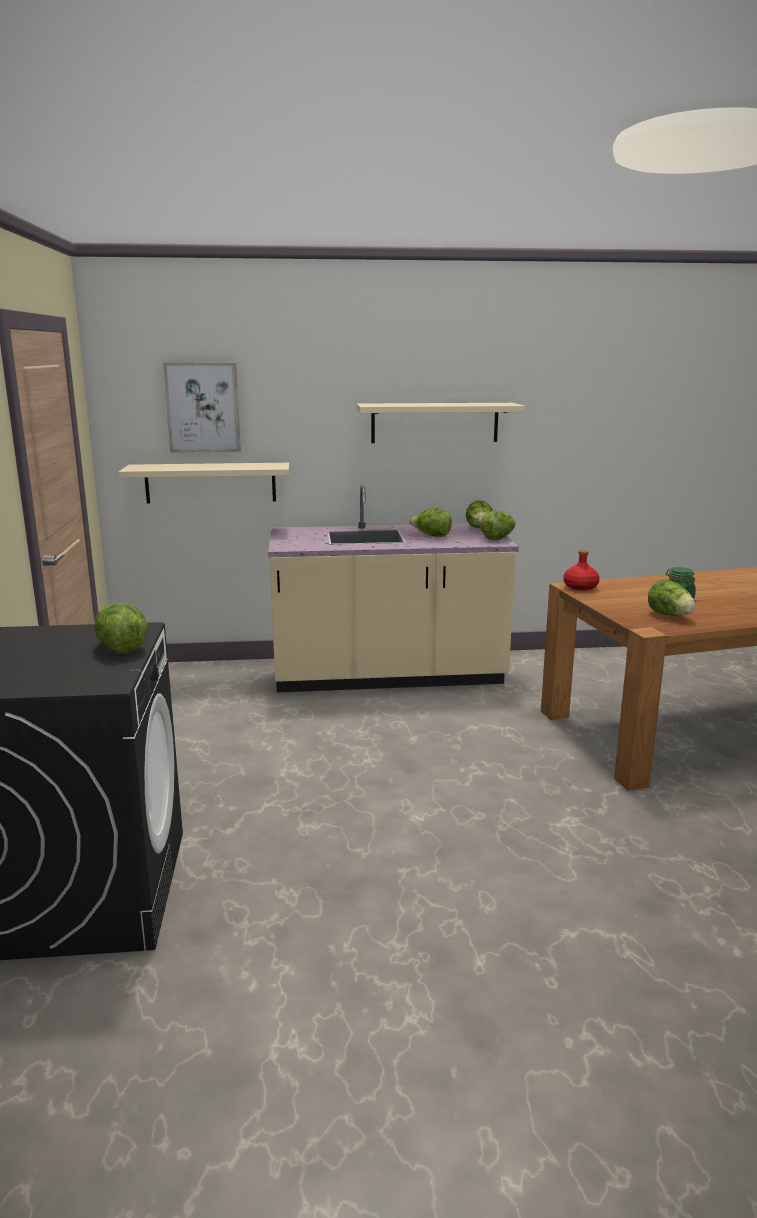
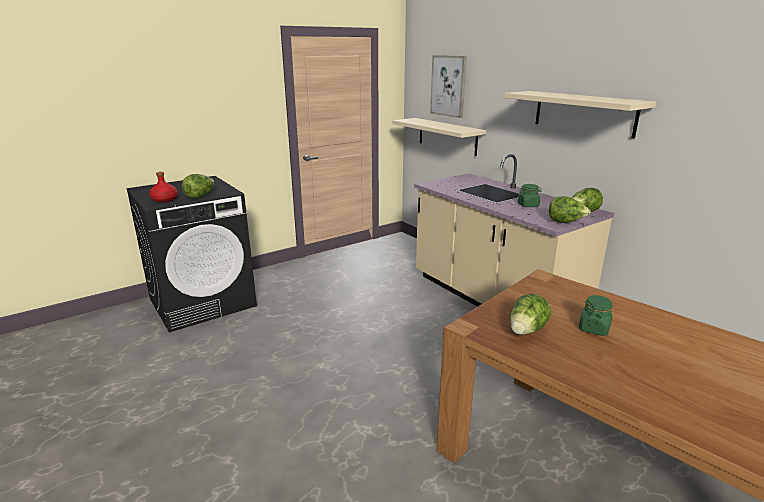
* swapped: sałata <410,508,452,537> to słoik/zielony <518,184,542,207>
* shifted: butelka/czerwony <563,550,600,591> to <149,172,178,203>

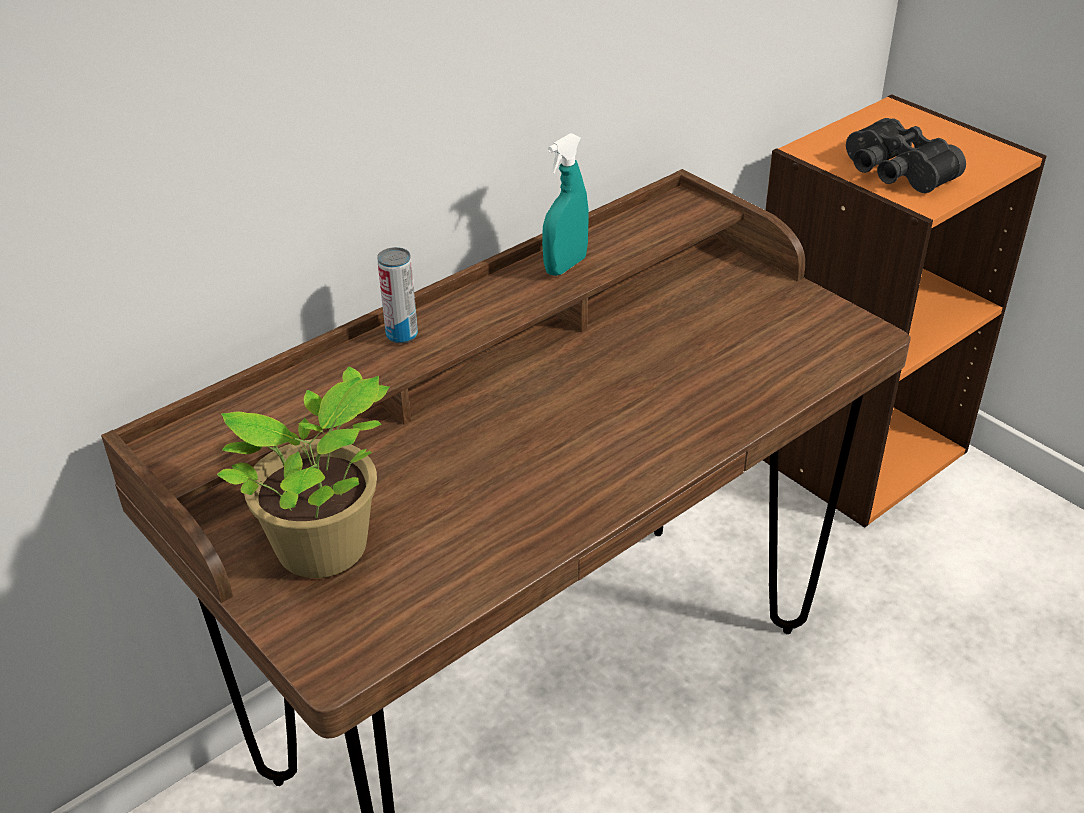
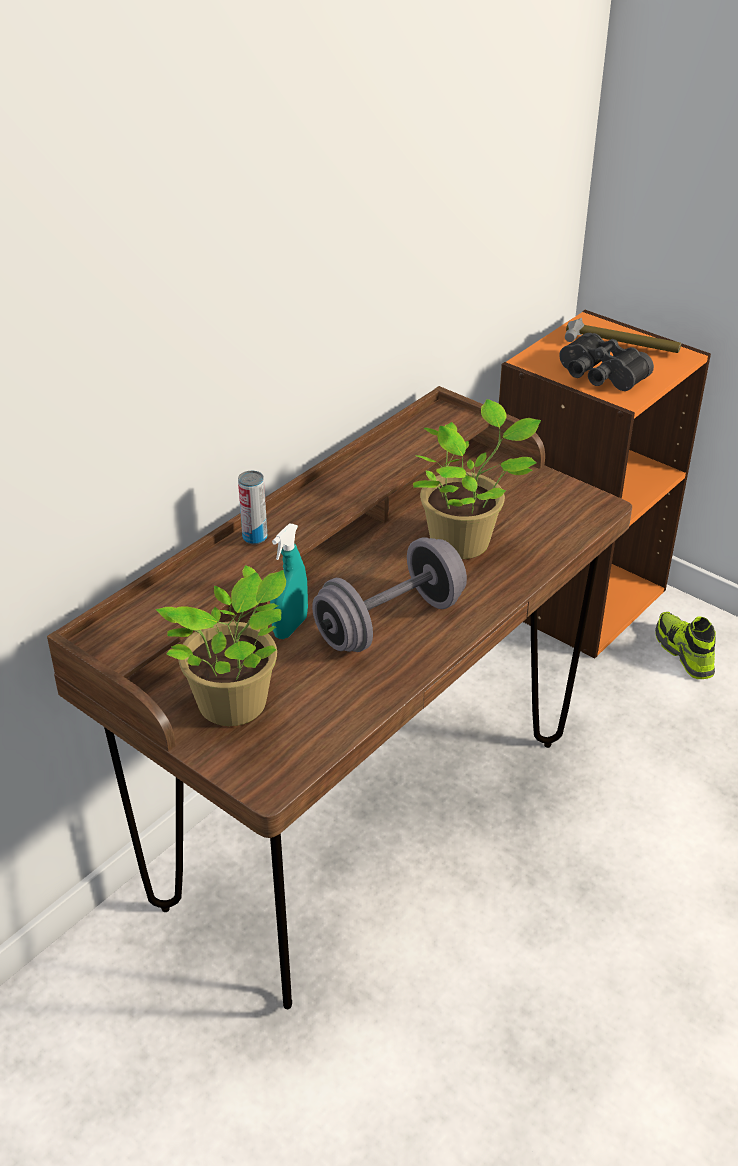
* shifted: spryskiwacz/turkusowy <542,133,589,276> to <270,524,308,639>
* new: hantel/szary <312,537,467,652>
* new: roślina doniczkowa <413,399,541,559>
* new: młotek <565,318,681,353>
* new: but <655,612,716,679>

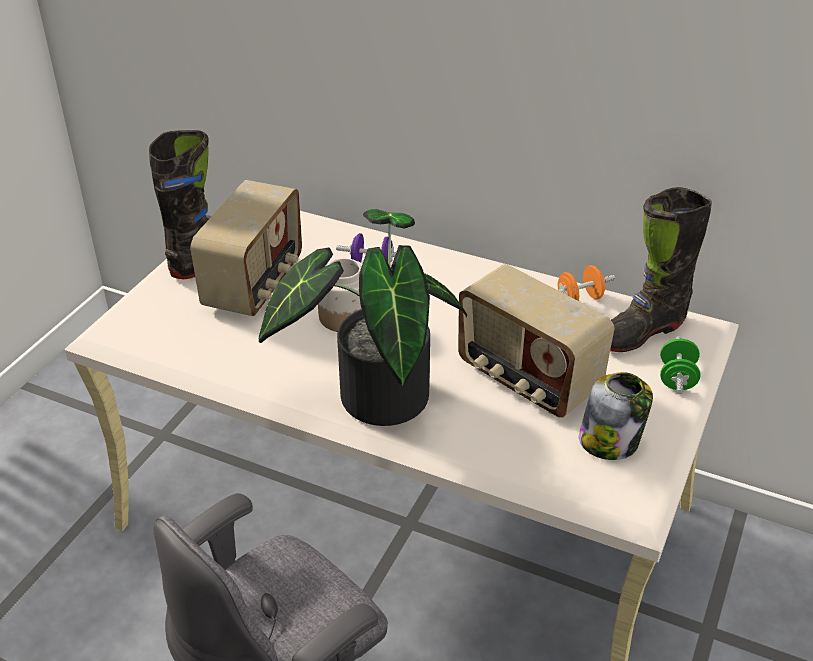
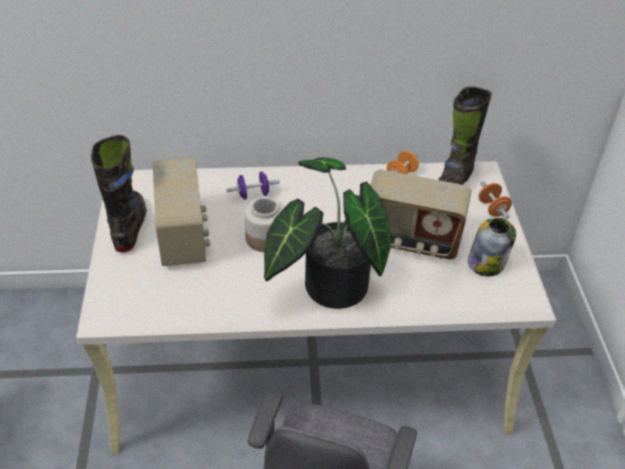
* repainted: hantel/zielony <660,336,701,394> to hantel/pomarańczowy <479,182,512,219>

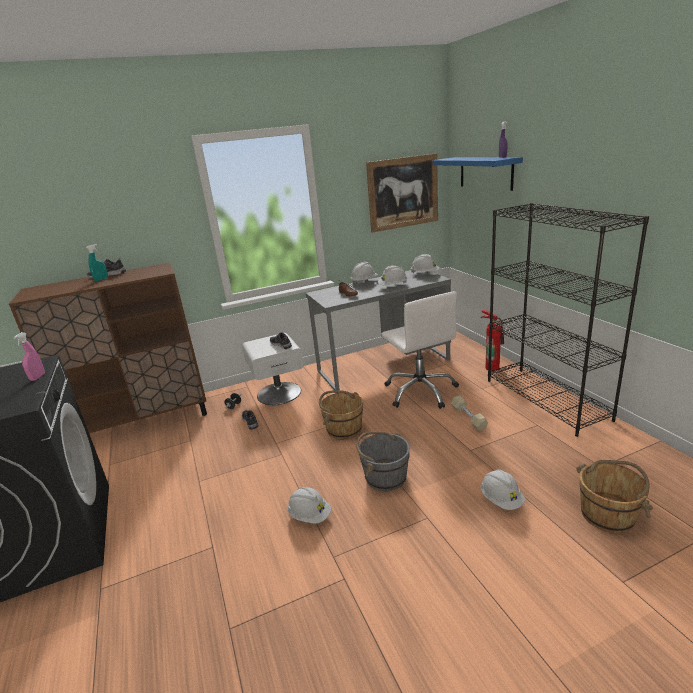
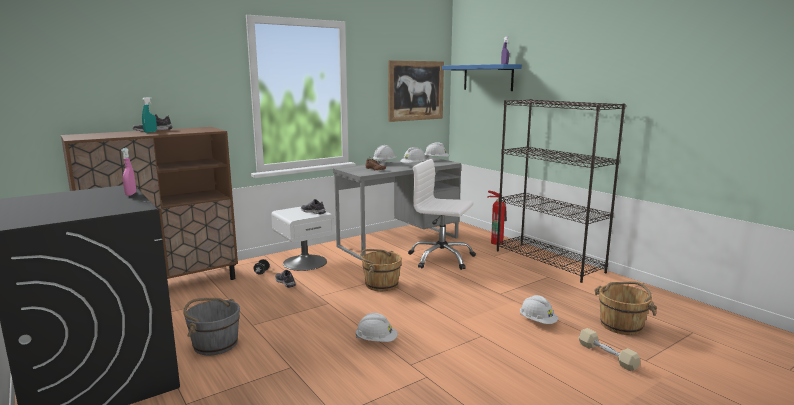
* shifted: wiadro/szary <356,431,410,491> to <183,298,240,355>
* rotated: krzesło biurowe/biały <381,291,459,409> = <408,159,476,270> 150 degrees clockwise
* shifted: hantel/beżowy <451,396,488,431> to <579,328,641,371>

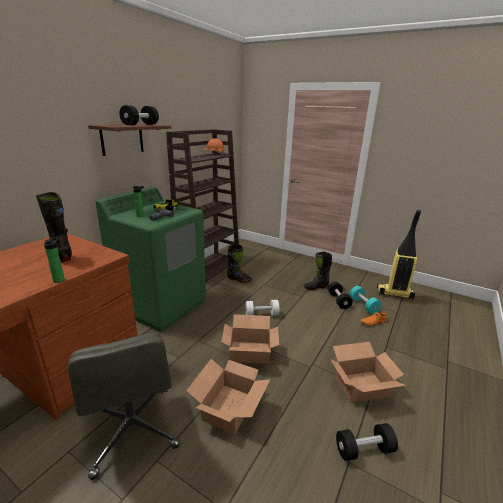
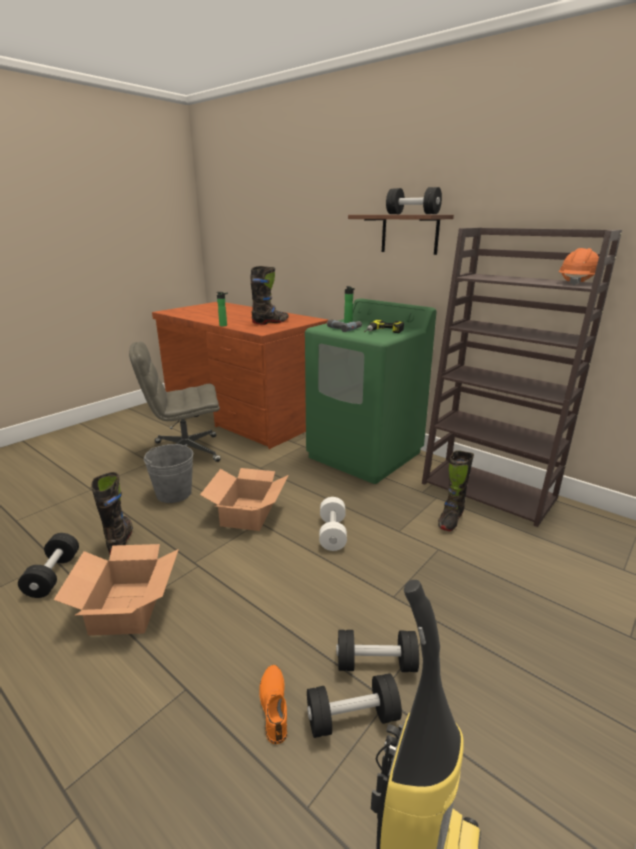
* swapped: karton <186,359,270,434> to wiadro/szary <144,444,193,503>
* shifted: but z cholewką/czarny <304,252,332,290> to <91,472,133,554>
* repainted: hantel/turkusowy <350,286,381,314> to hantel/czarny <307,673,402,738>

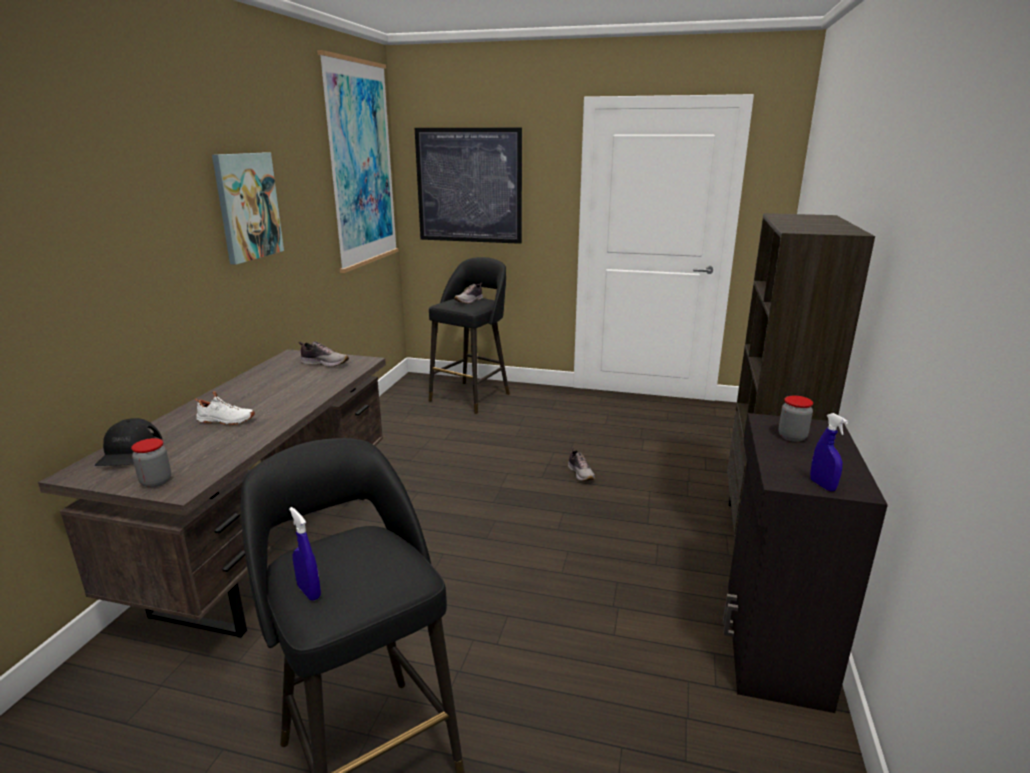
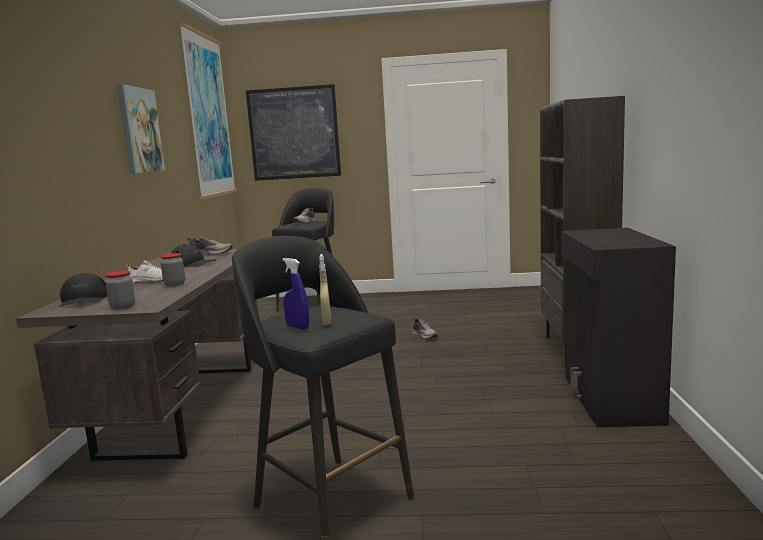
* shifted: słoik <779,396,813,442> to <160,253,185,287>
* gone: spryskiwacz/niebieski <810,413,848,491>
* new: czapka z daszkiem/czarny <171,244,216,267>
* new: spryskiwacz/beżowy <319,254,331,325>

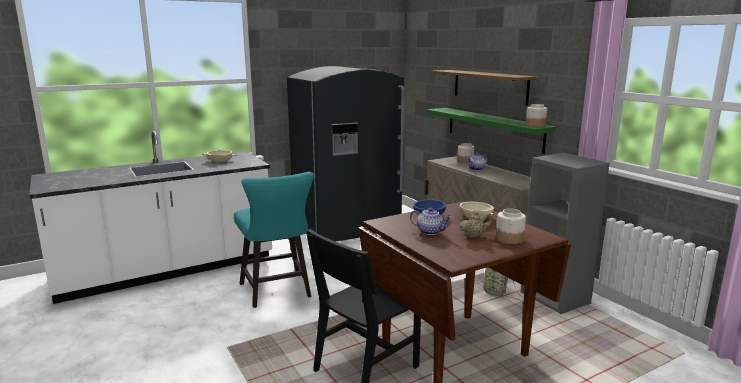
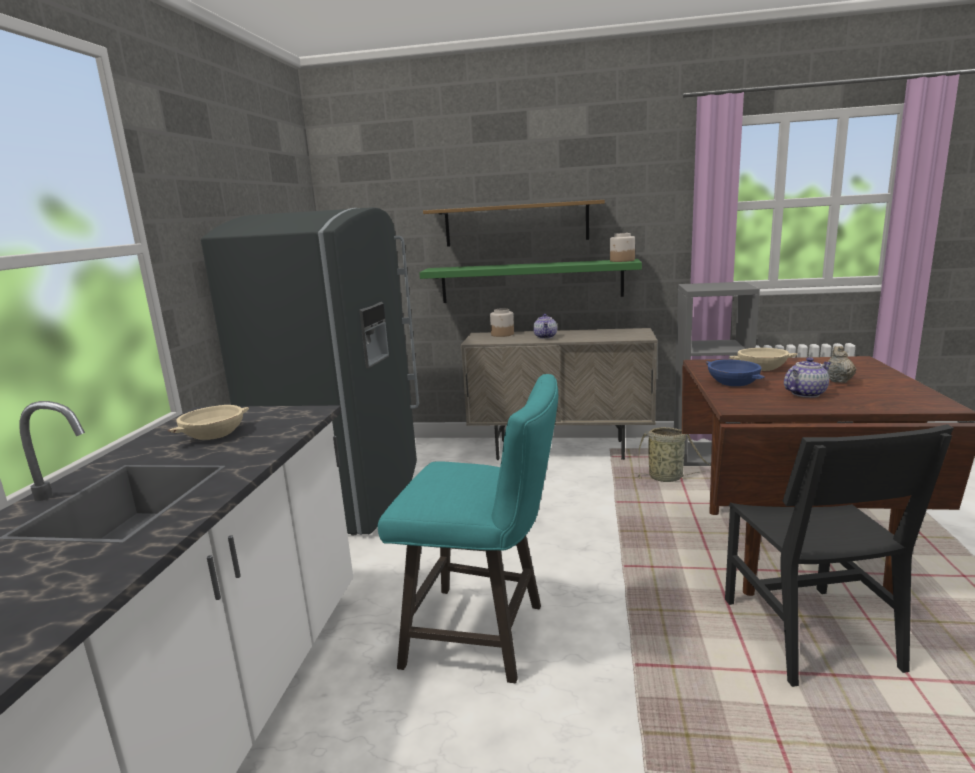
* gone: słoik <496,209,526,244>

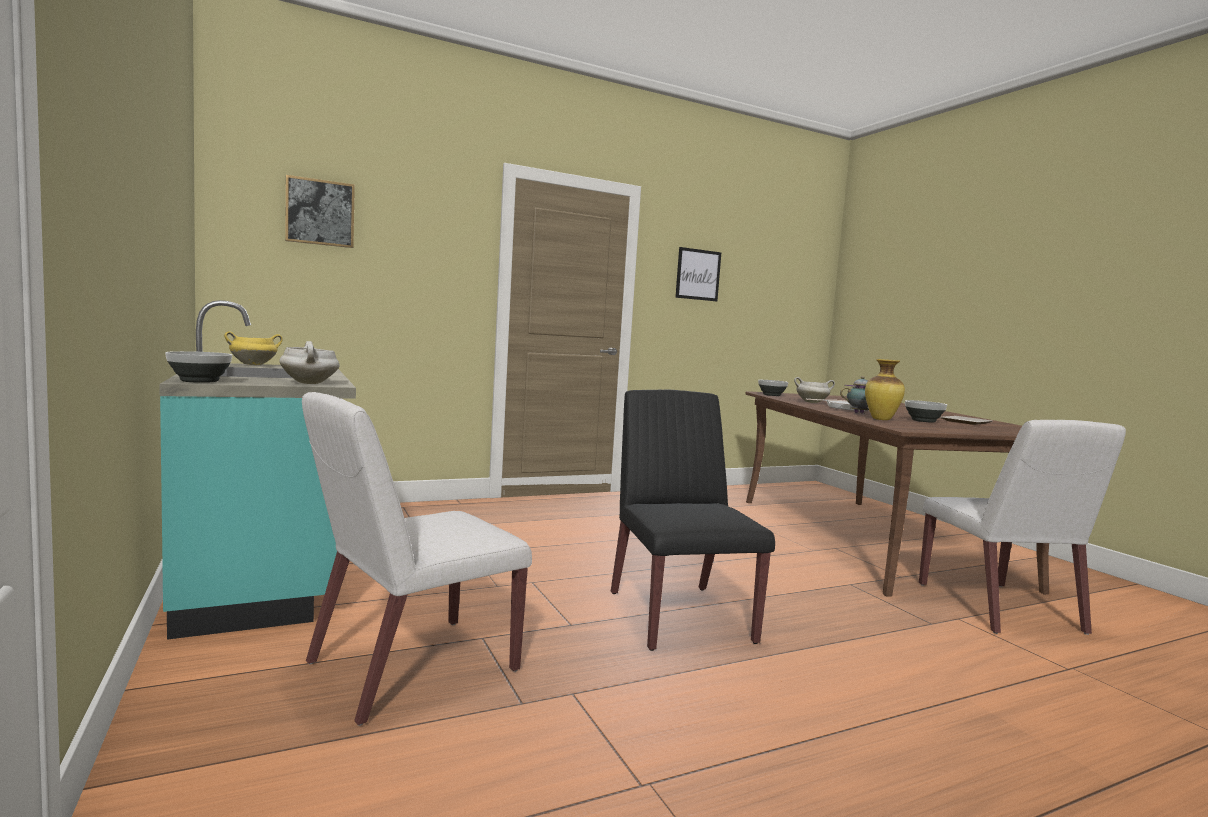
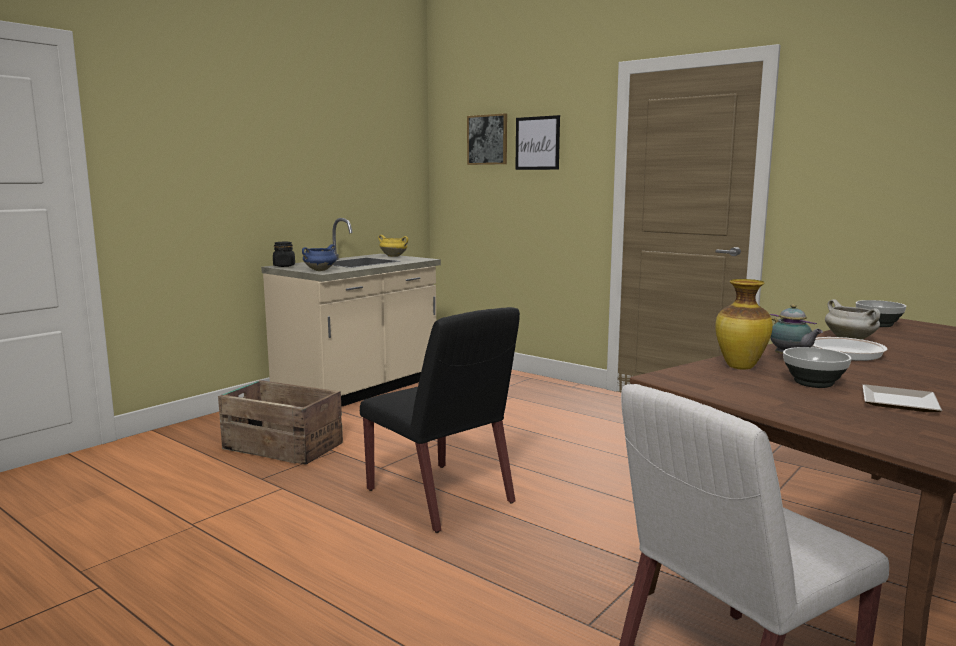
* repainted: zabudowa kuchenna/turkusowy <159,300,356,640> to zabudowa kuchenna/beżowy <261,218,441,407>
* swapped: miska <165,351,232,383> to słoik/czarny <273,242,295,267>
* repainted: garnek/biały <279,341,340,384> to garnek/niebieski <302,244,337,271>
* swapped: krzesło/biały <302,392,532,726> to skrzynka <218,380,343,465>
* rotated: krzesło/czarny <611,390,775,651> = <360,307,520,533> 90 degrees clockwise
* shifted: obraz <675,247,722,301> to <515,115,560,170>

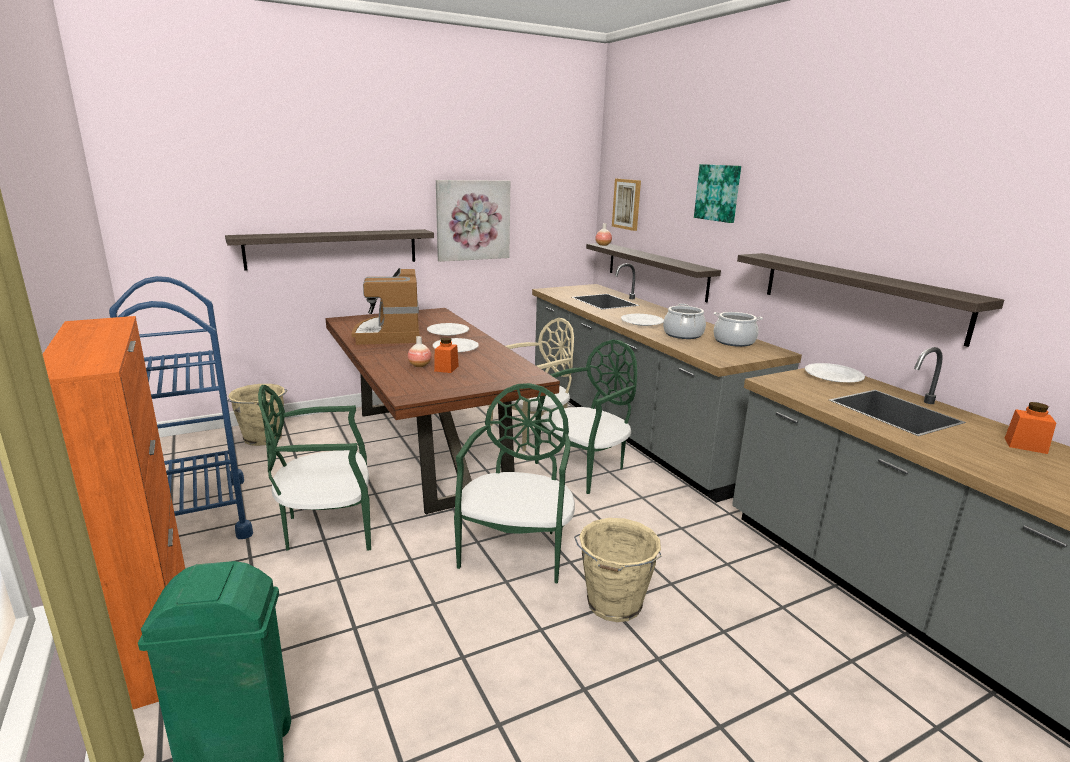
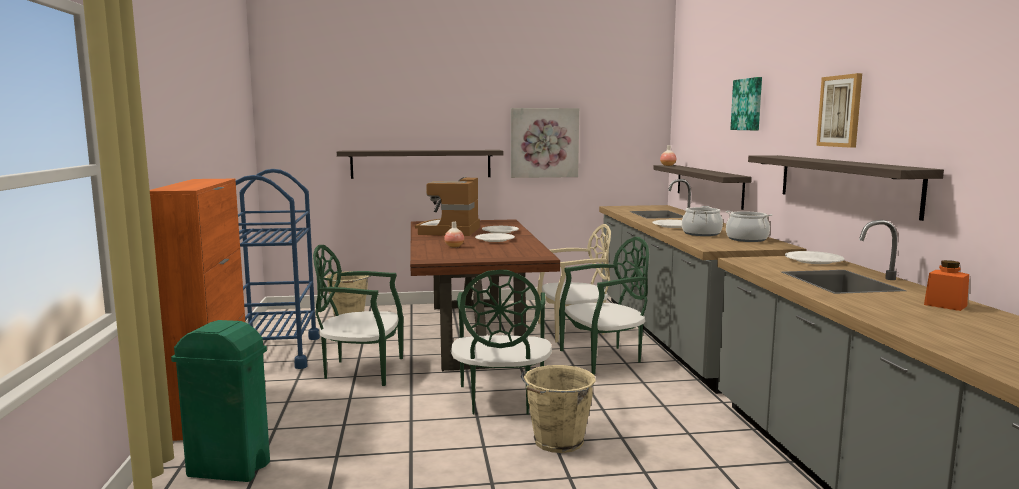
* gone: słoik/pomarańczowy <434,337,459,373>
* rotated: krzesło/zielony <454,383,575,583> = <451,270,552,415> 150 degrees clockwise
* shifted: obraz <612,179,641,231> to <816,73,862,148>

